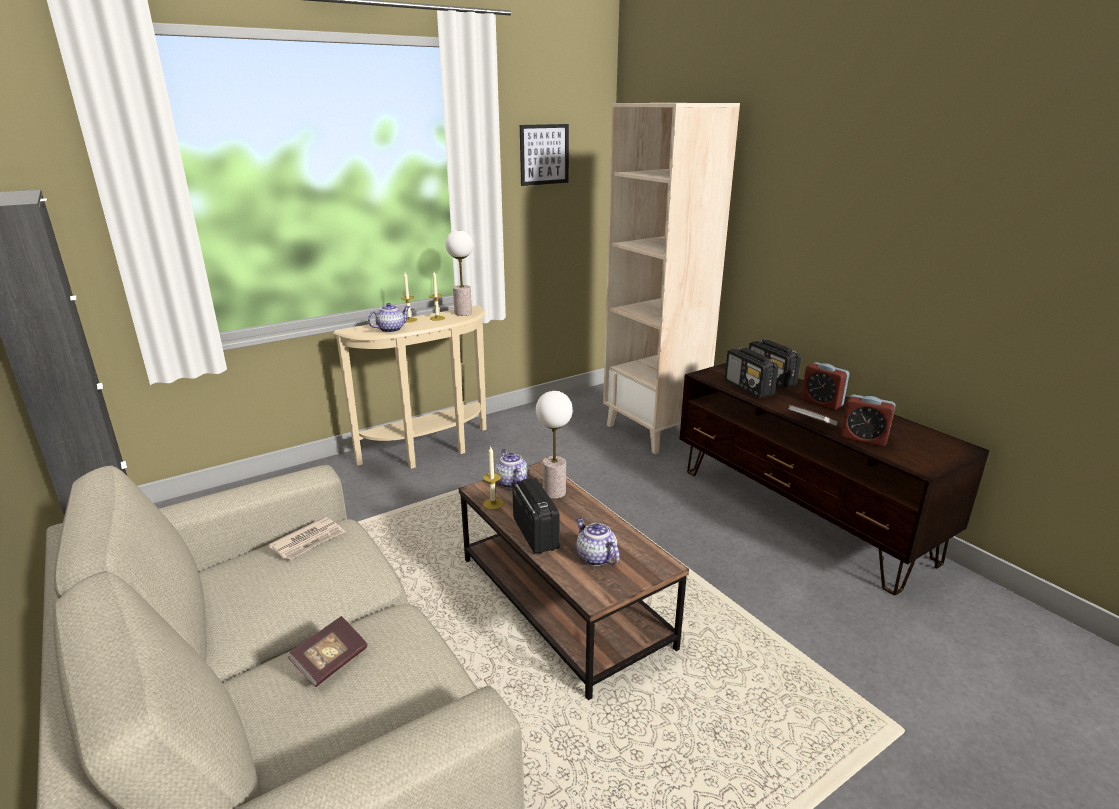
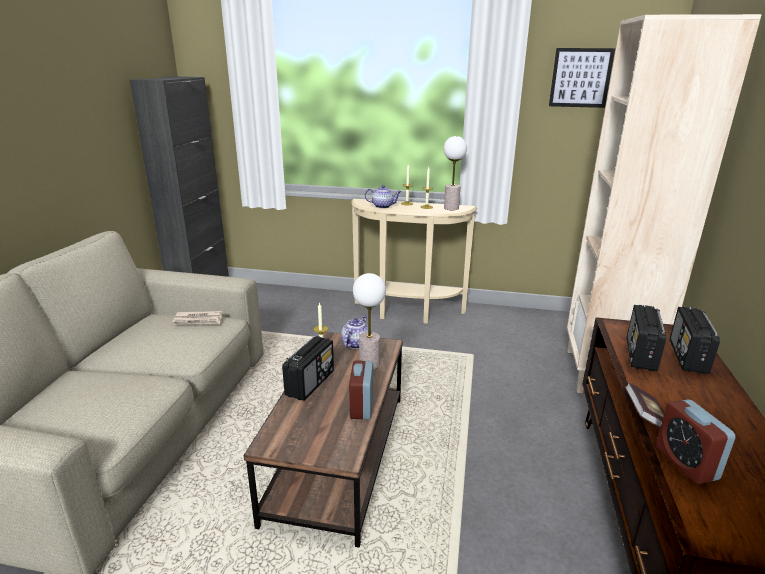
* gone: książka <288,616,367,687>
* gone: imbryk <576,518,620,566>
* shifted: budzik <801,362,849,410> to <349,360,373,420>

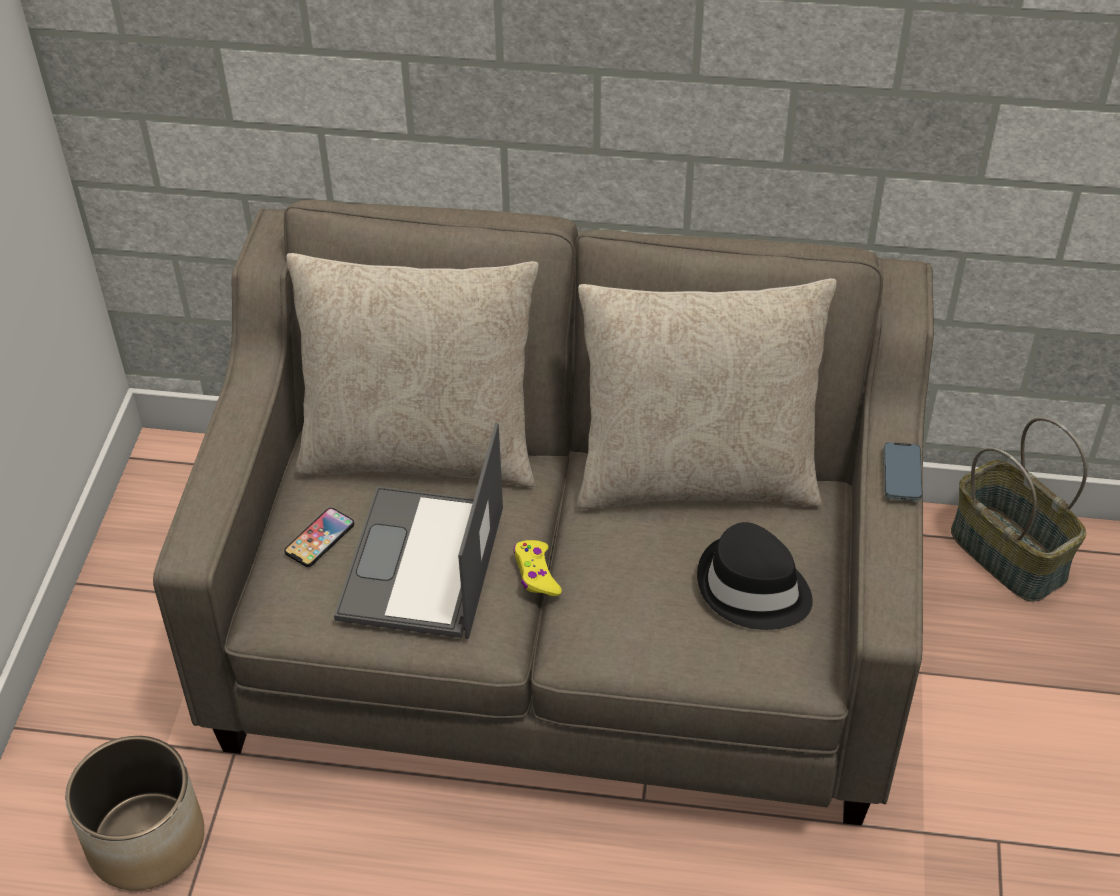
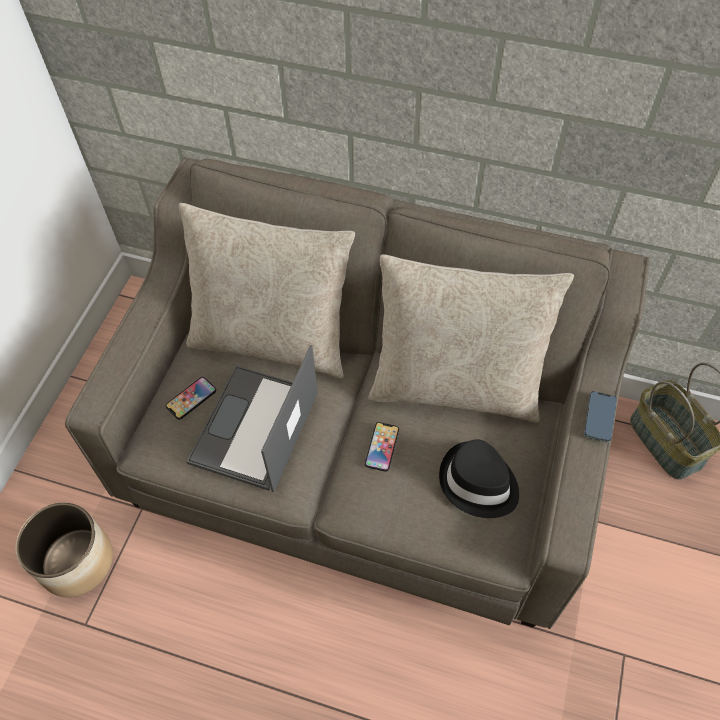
* gone: pad do gier/żółty <514,540,562,596>
* new: telefon <365,422,399,472>

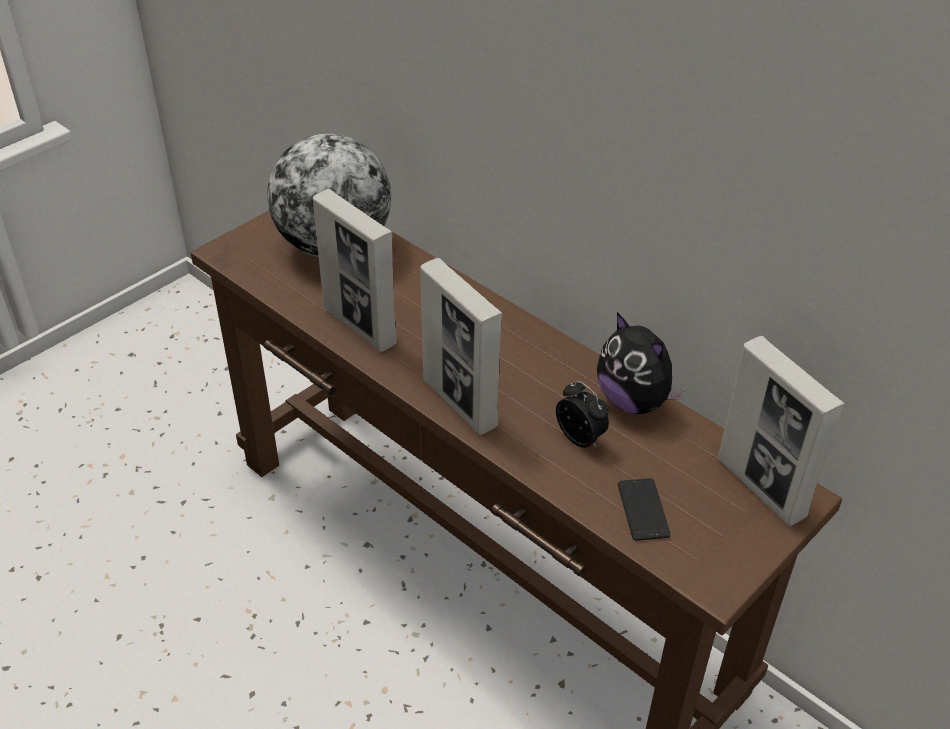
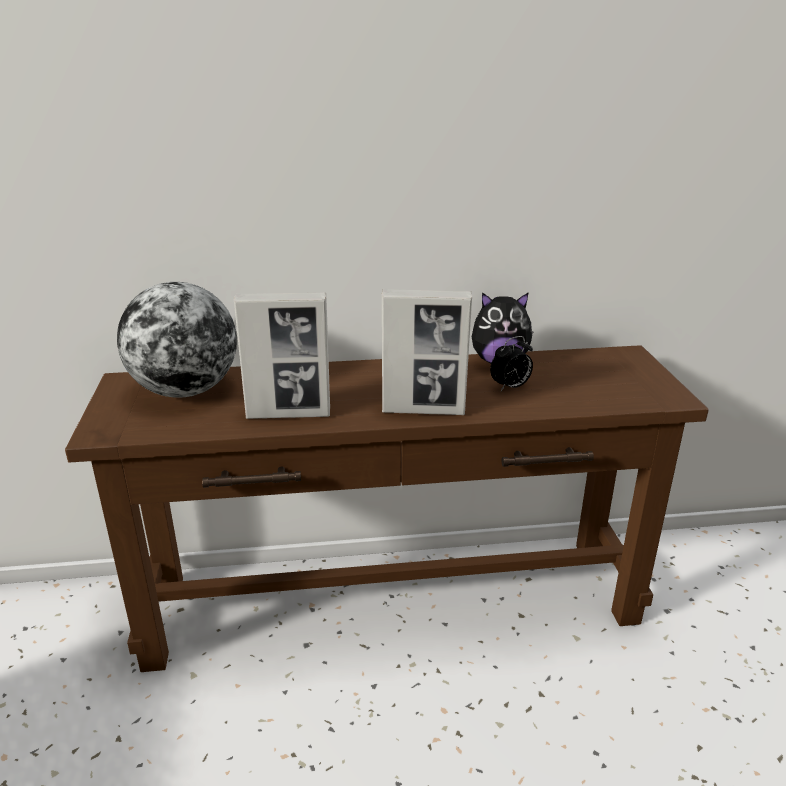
* rotated: budzik <556,381,609,448> = <490,336,533,391> 150 degrees clockwise
* gone: telefon <618,478,671,541>
* gone: ramka na zdjęcie <718,336,844,526>

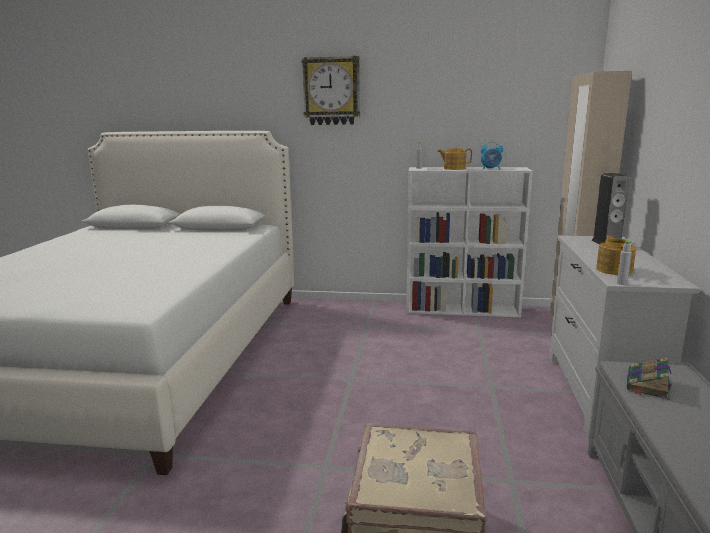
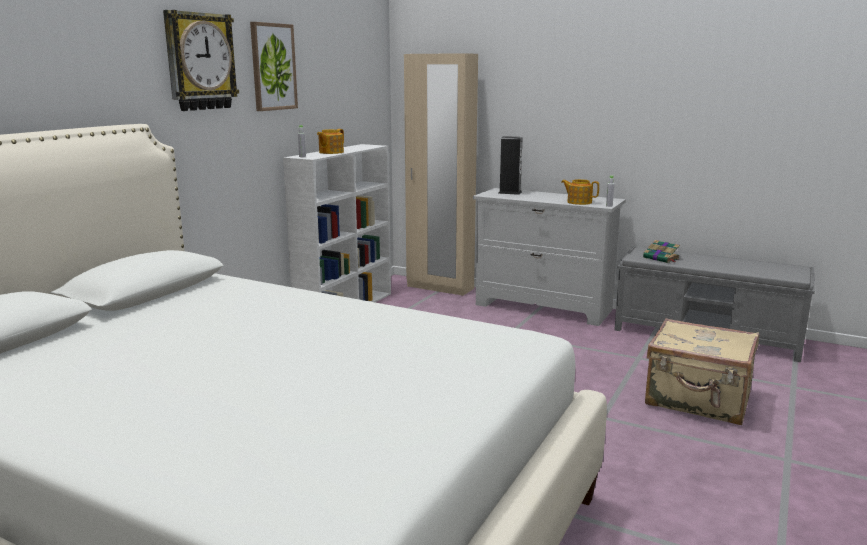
* gone: budzik <481,142,503,170>
* new: obraz <250,22,298,111>

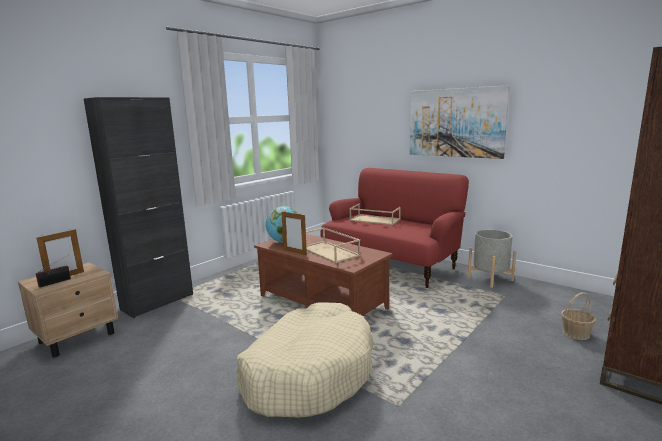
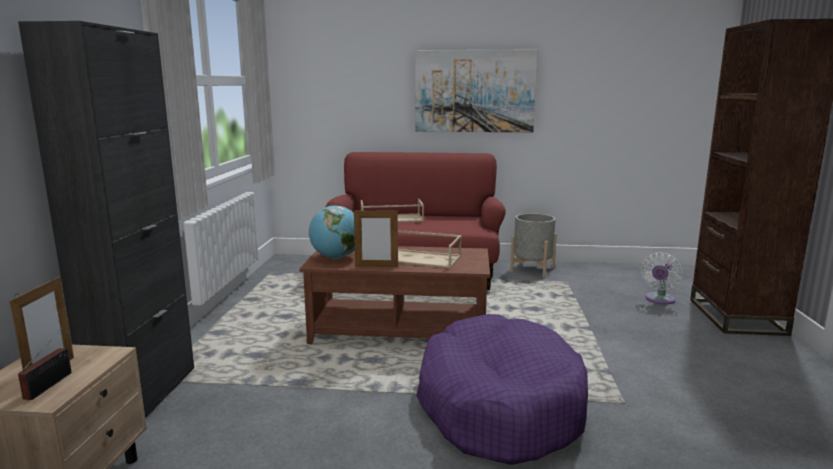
* repainted: legowisko/beżowy <236,302,374,418> to legowisko/fioletowy <416,314,588,465>
* swapped: koszyk <561,292,596,340> to wentylator/biały <641,253,682,304>

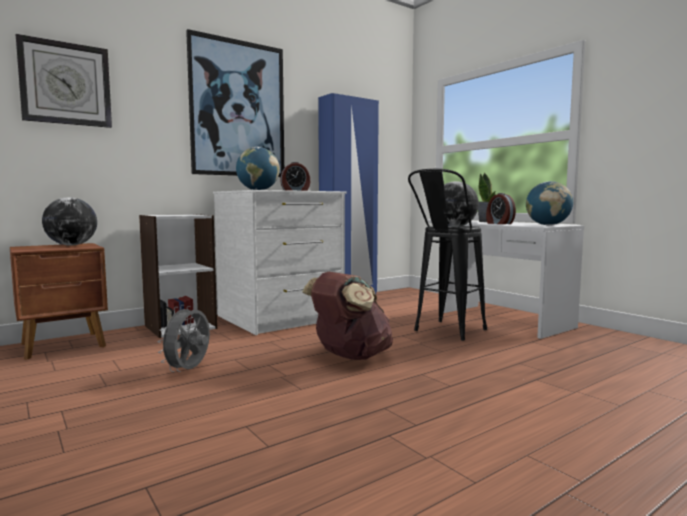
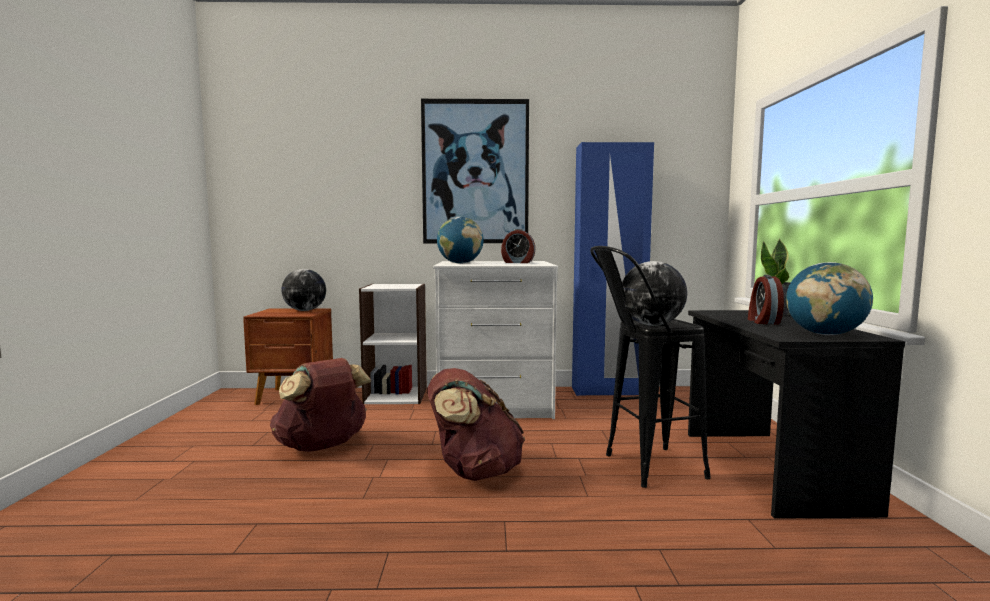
* gone: zegar ścienny <16,34,112,128>
* swapped: wentylator/szary <158,305,210,372> to plecak/brązowy <270,358,371,452>
* repainted: biurko/biały <444,221,584,339> to biurko/czarny <688,310,905,519>

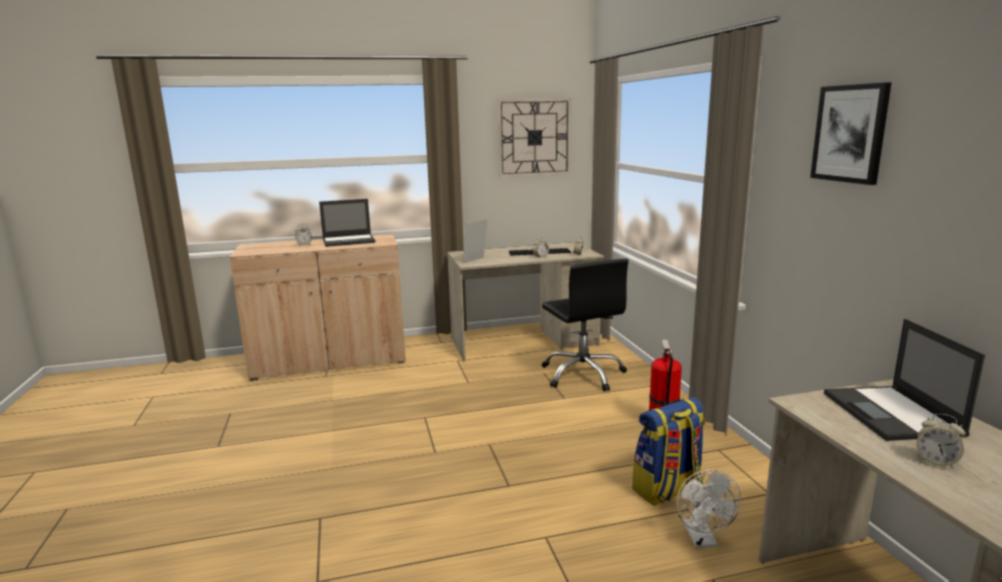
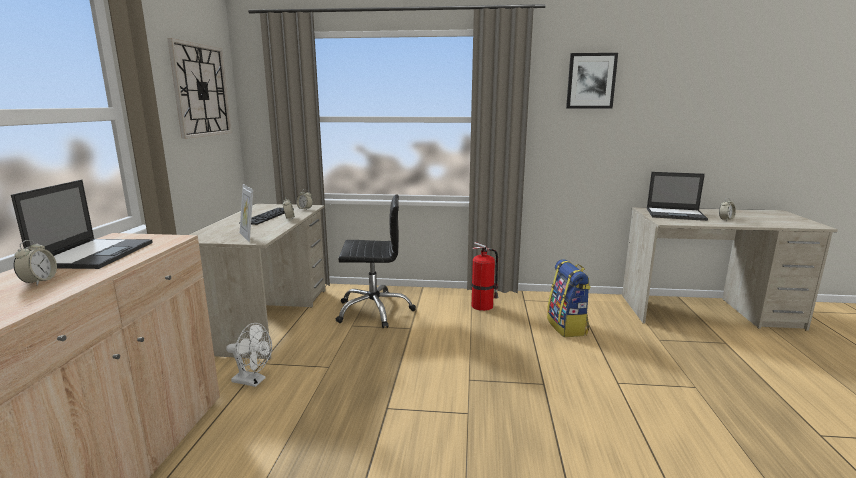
* shifted: wentylator/biały <676,469,741,548> to <226,323,272,387>

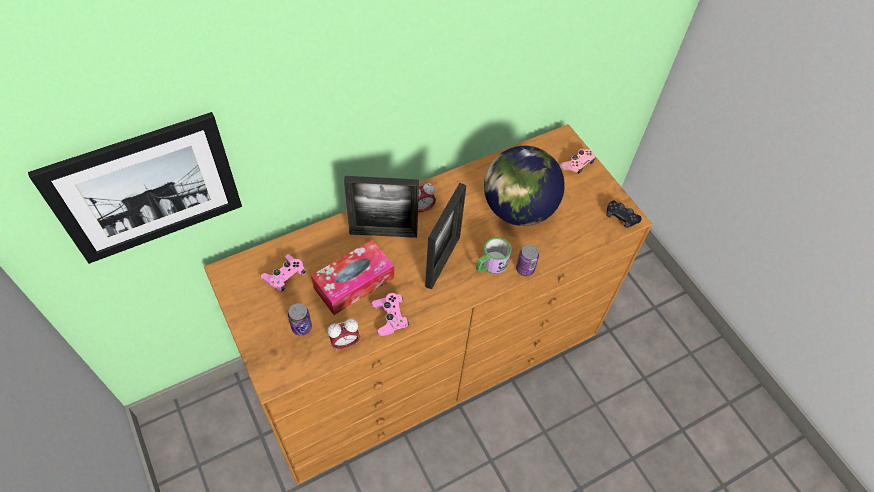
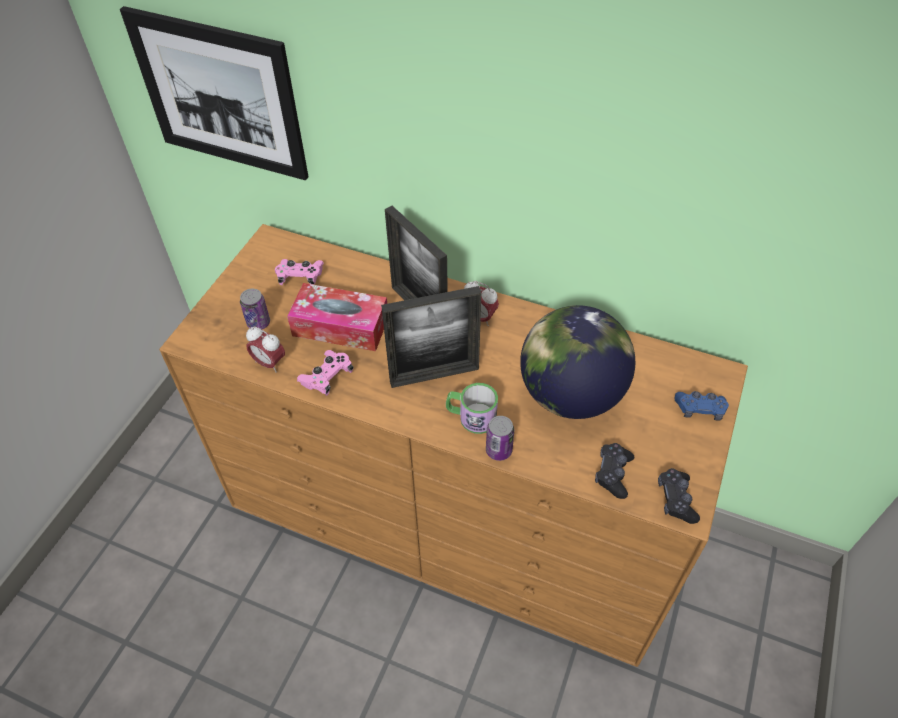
* repainted: pad do gier/różowy <560,149,595,174> to pad do gier/niebieski <675,391,729,421>
* new: pad do gier/czarny <595,443,634,499>

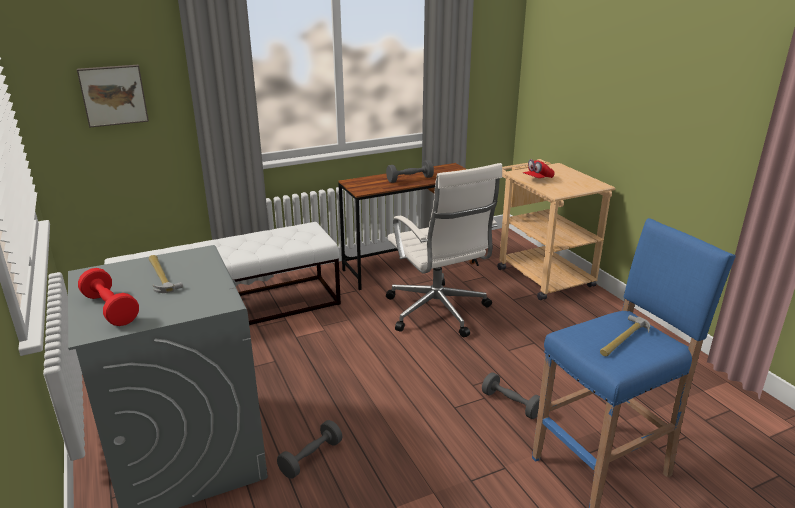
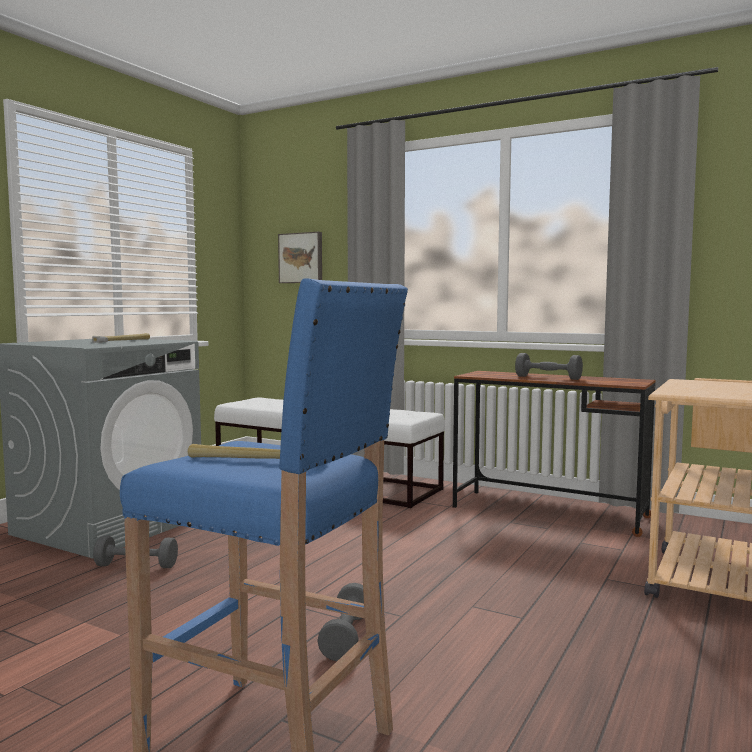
* gone: hantel/czerwony <78,268,139,326>
* gone: krzesło biurowe/biały <386,163,502,337>
* gone: czapka z daszkiem/czerwony <523,159,555,178>

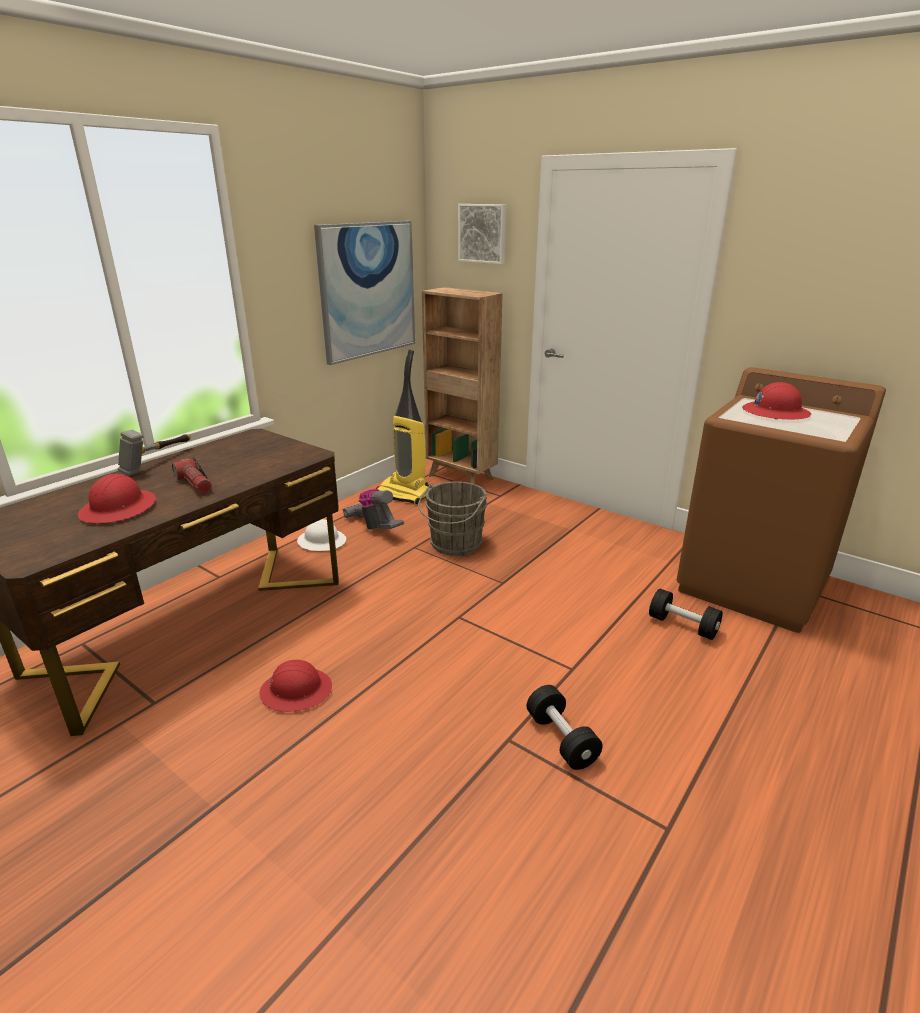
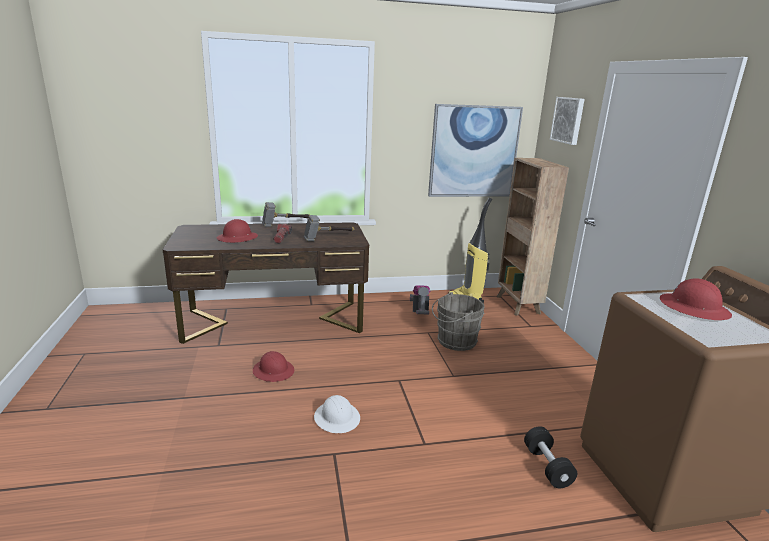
* shifted: kask/biały <297,519,346,551> to <314,395,360,433>
* gone: hantel/czarny <527,685,603,770>
* new: młotek <304,215,354,241>

